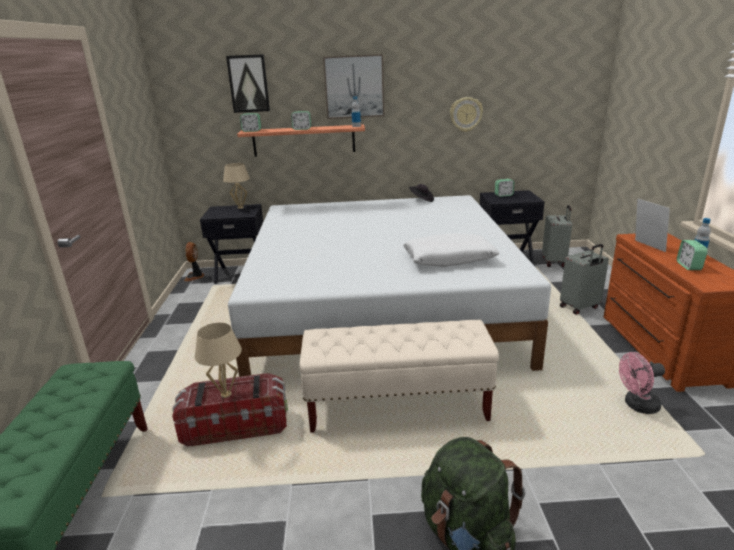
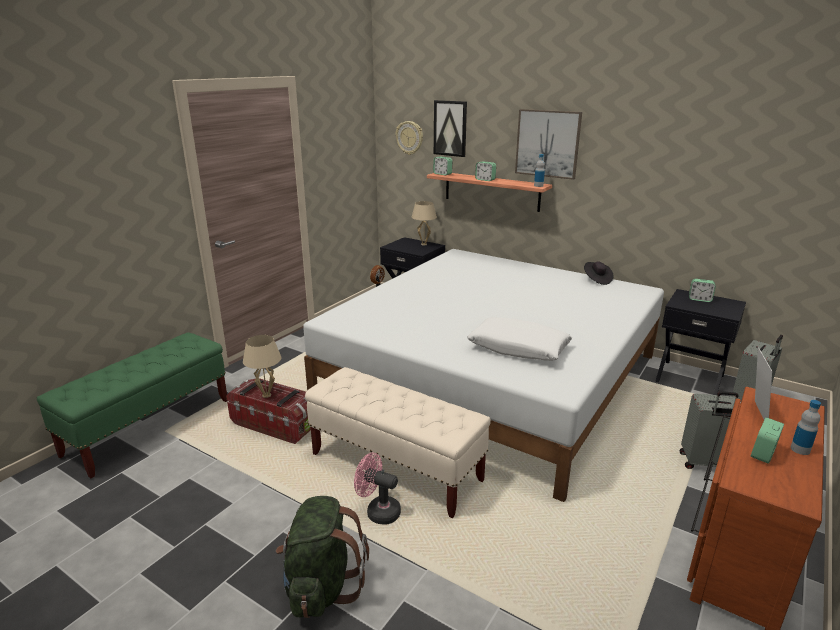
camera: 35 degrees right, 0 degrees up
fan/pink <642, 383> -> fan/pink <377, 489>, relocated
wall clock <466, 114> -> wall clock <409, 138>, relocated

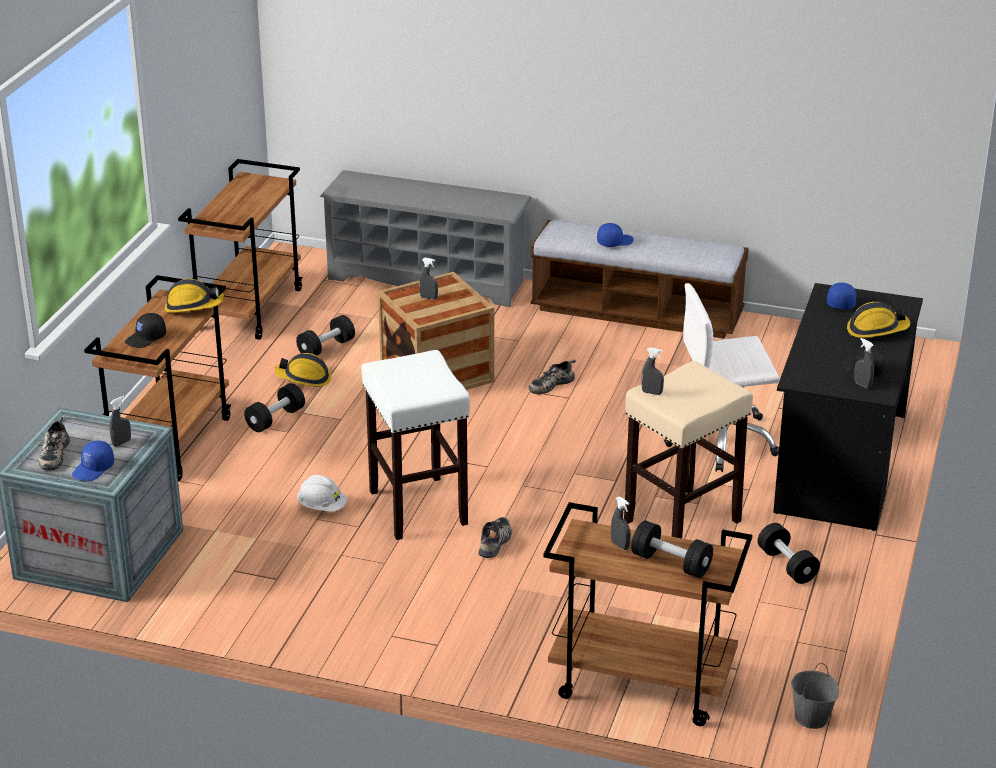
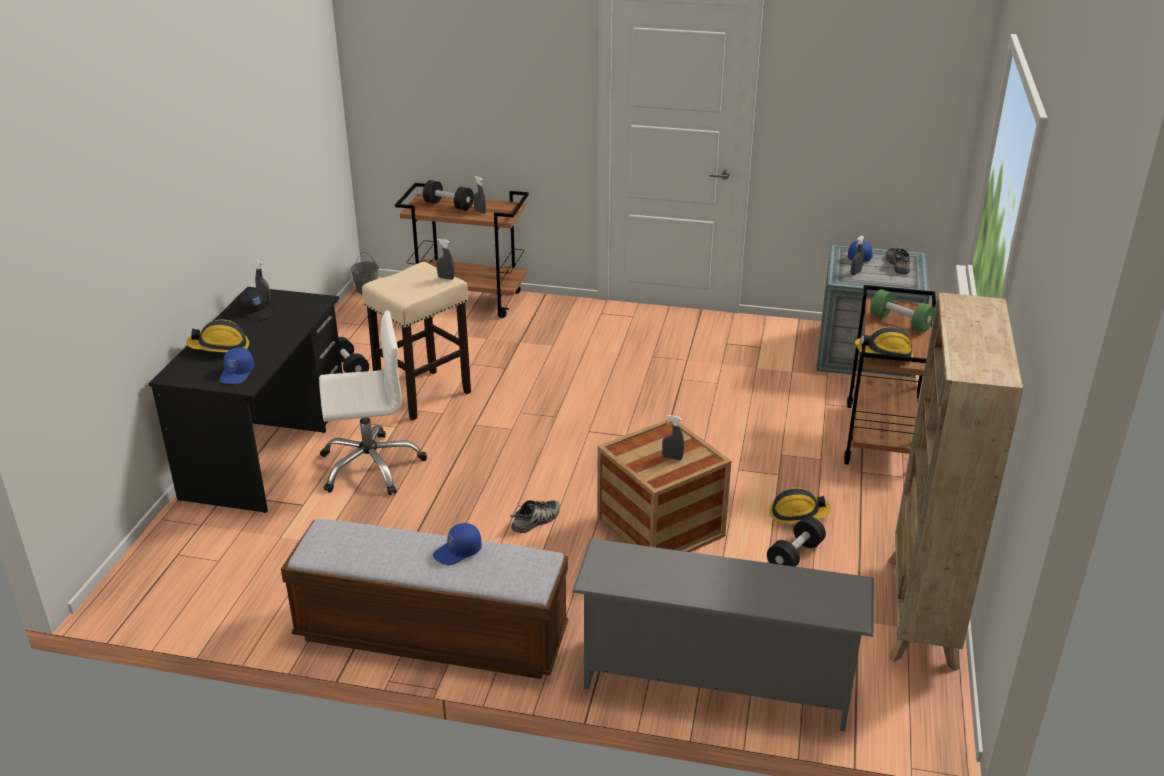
camera: 175 degrees right, 0 degrees up
cap/black <145, 330> -> dumbbell/green <902, 310>
cart/brown <240, 249> -> bookcase/beige <956, 481>
dumbbell/black <274, 407> -> none
hard hat/white <322, 493> -> none
stool/white <415, 445> -> none
shoe <495, 537> -> none

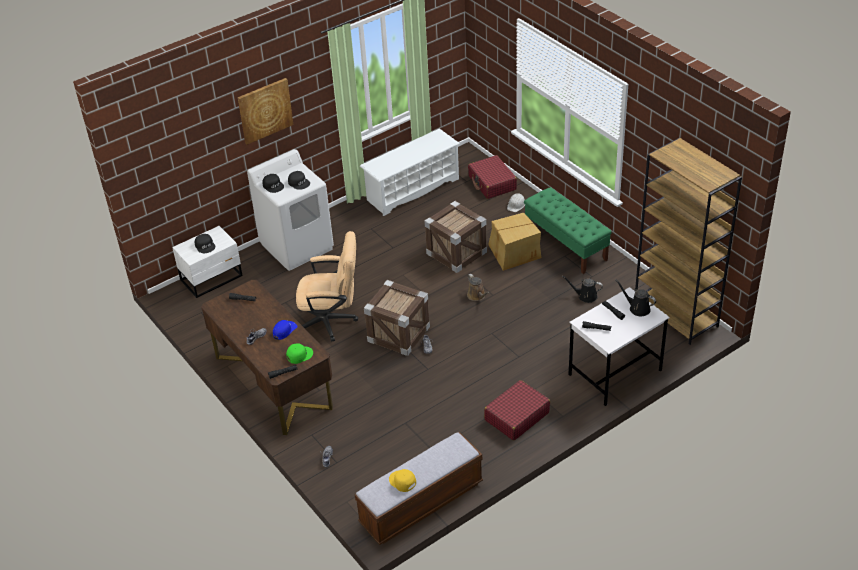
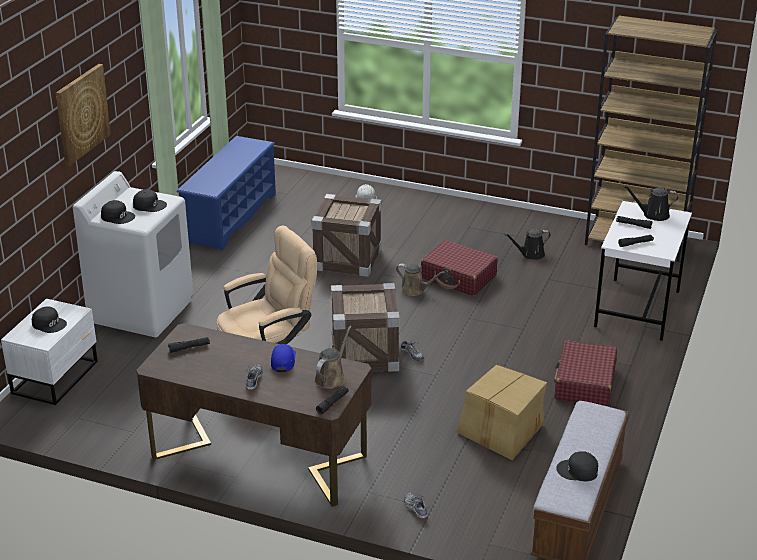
camera: 35 degrees left, 10 degrees down
shoe rack/white <410, 172> -> shoe rack/blue <226, 193>
cap/green <299, 353> -> watering can/brown <333, 357>
suitcase/red <492, 177> -> suitcase/red <459, 268>, relocated
cardboard box <514, 242> -> cardboard box <501, 412>, relocated
cap/yellow <402, 480> -> cap/black <577, 466>
bench/green <568, 230> -> none

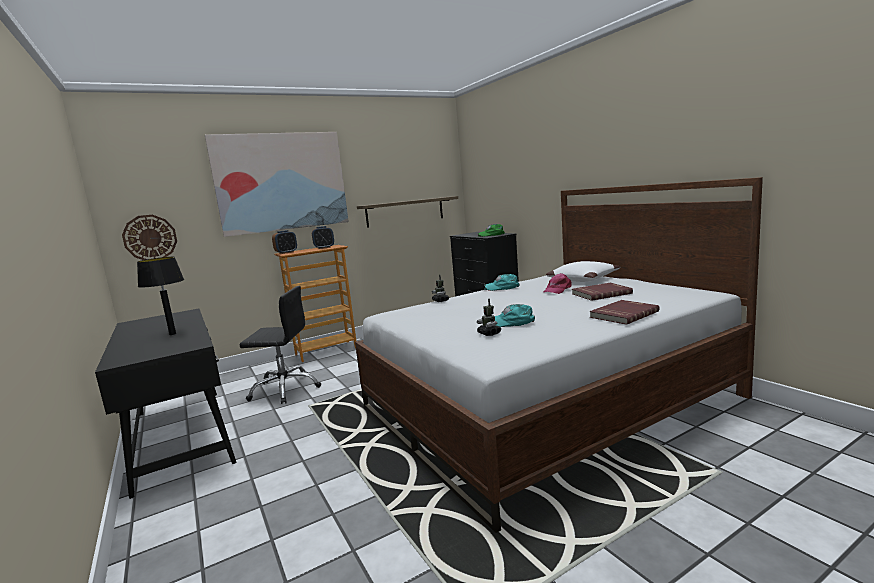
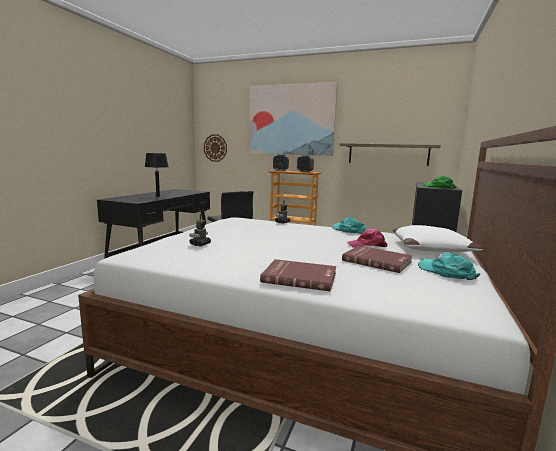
camera: 50 degrees right, 0 degrees up
cap/turquoise <515, 315> -> cap/turquoise <449, 266>, relocated

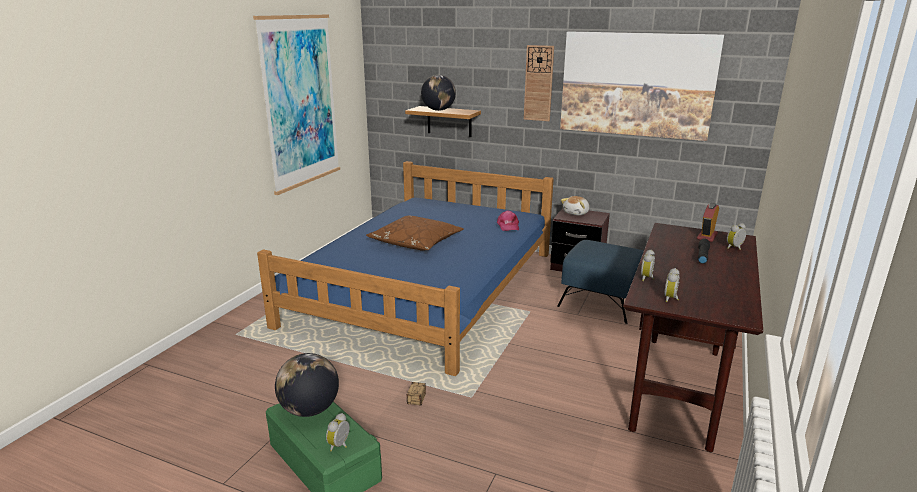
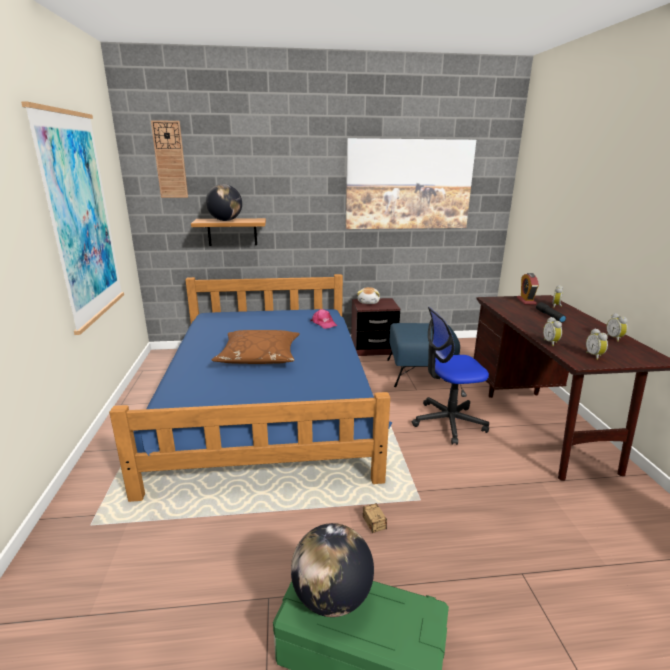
camera: 30 degrees left, 0 degrees up
wall clock <539, 83> -> wall clock <169, 159>, relocated
none -> office chair <450, 376>
alarm clock <337, 432> -> alarm clock <617, 327>, relocated

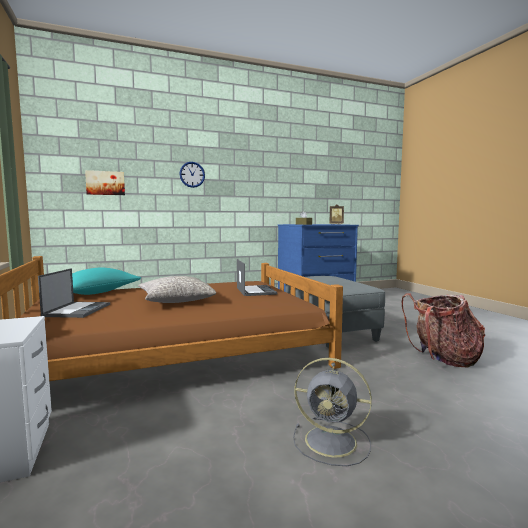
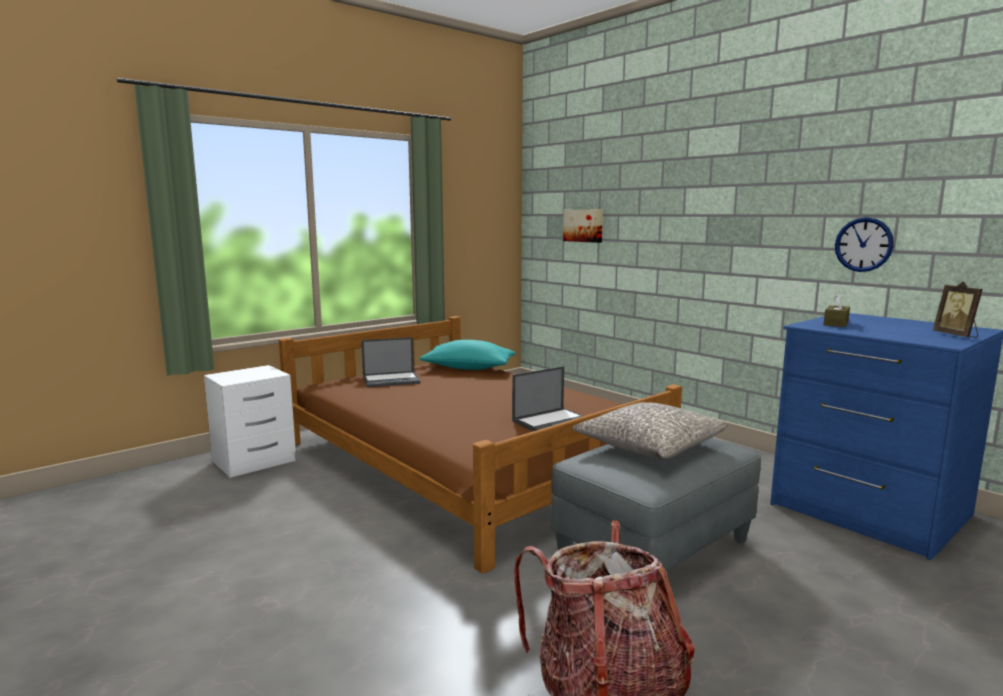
camera: 70 degrees right, 5 degrees up
pillow/grey <177, 289> -> pillow/grey <650, 430>, relocated
wall clock <192, 175> -> wall clock <864, 244>, relocated
fan/grey <332, 412> -> none

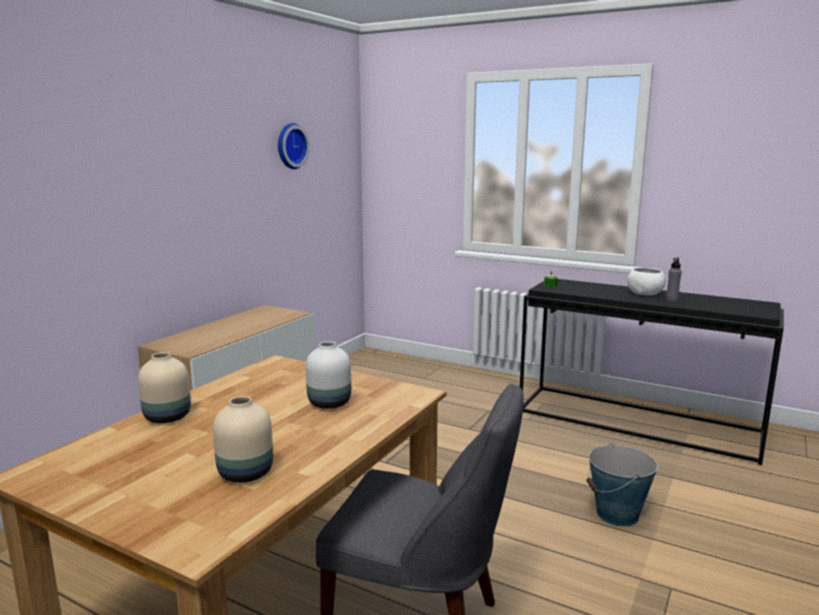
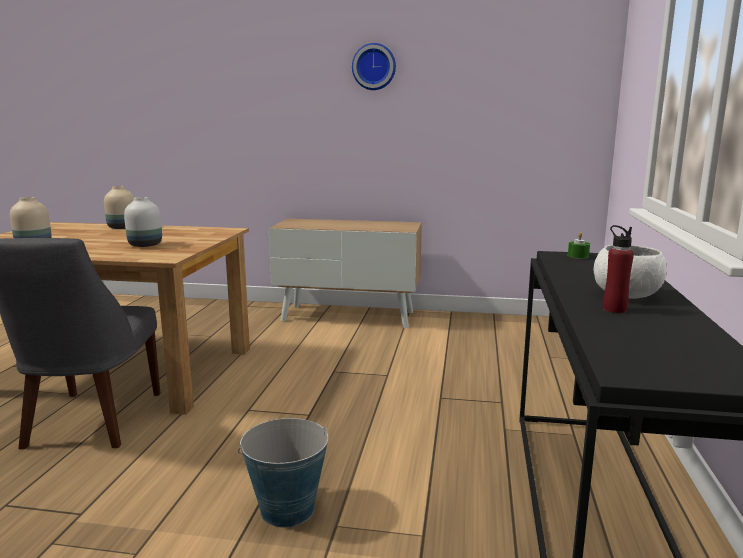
camera: 70 degrees right, 0 degrees up
wall clock <294, 146> -> wall clock <374, 66>, relocated
bottle/grey <674, 279> -> bottle/red <618, 269>

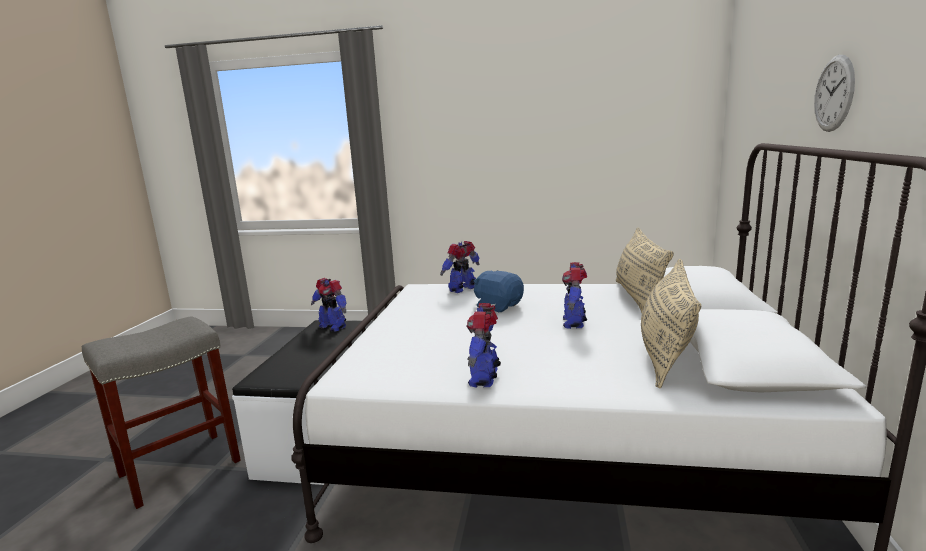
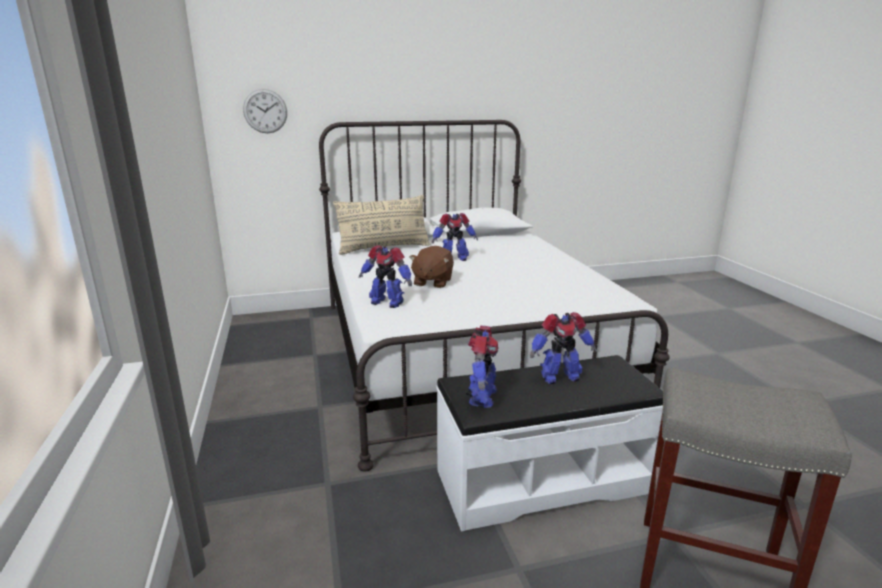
camera: 115 degrees left, 5 degrees up
wall clock <834, 93> -> wall clock <265, 111>, relocated
plush toy/blue <498, 291> -> plush toy/brown <431, 267>
toy robot <484, 345> -> toy robot <563, 348>, relocated
pillow/beige <671, 323> -> none

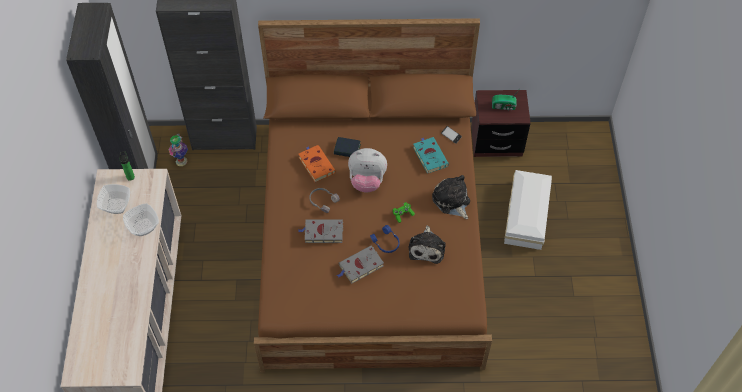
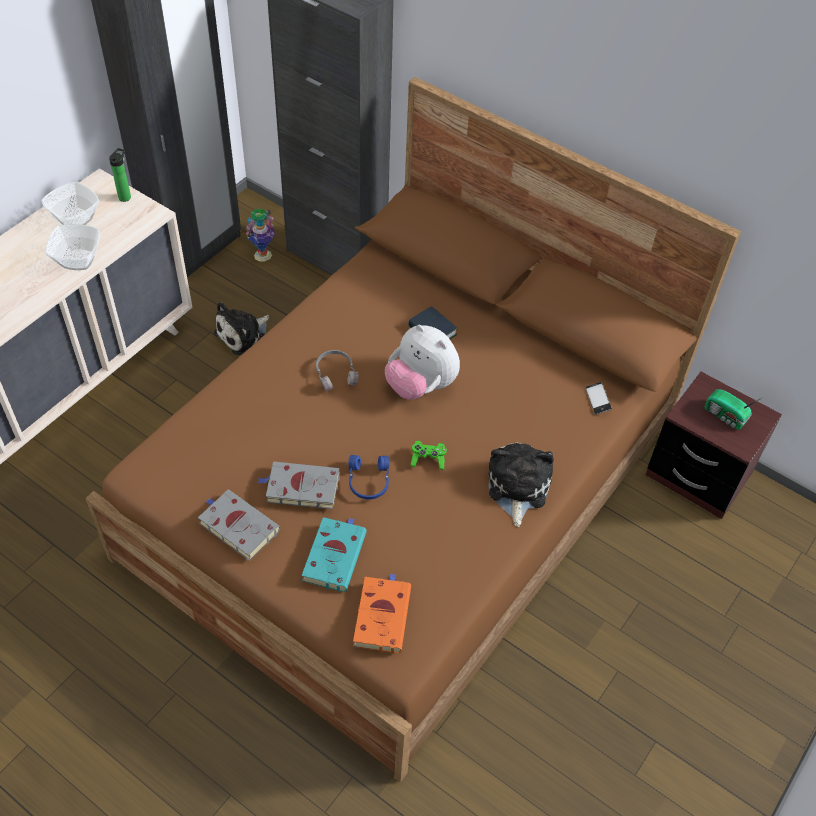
camera: 35 degrees right, 5 degrees down
book/grey <320, 231> -> book/grey <239, 525>, relocated
plush toy <427, 244> -> plush toy <241, 328>, relocated
book/turquoise <431, 155> -> book/turquoise <334, 554>, relocated
book/orange <317, 163> -> book/orange <382, 613>, relocated
storage box/white <528, 210> -> none

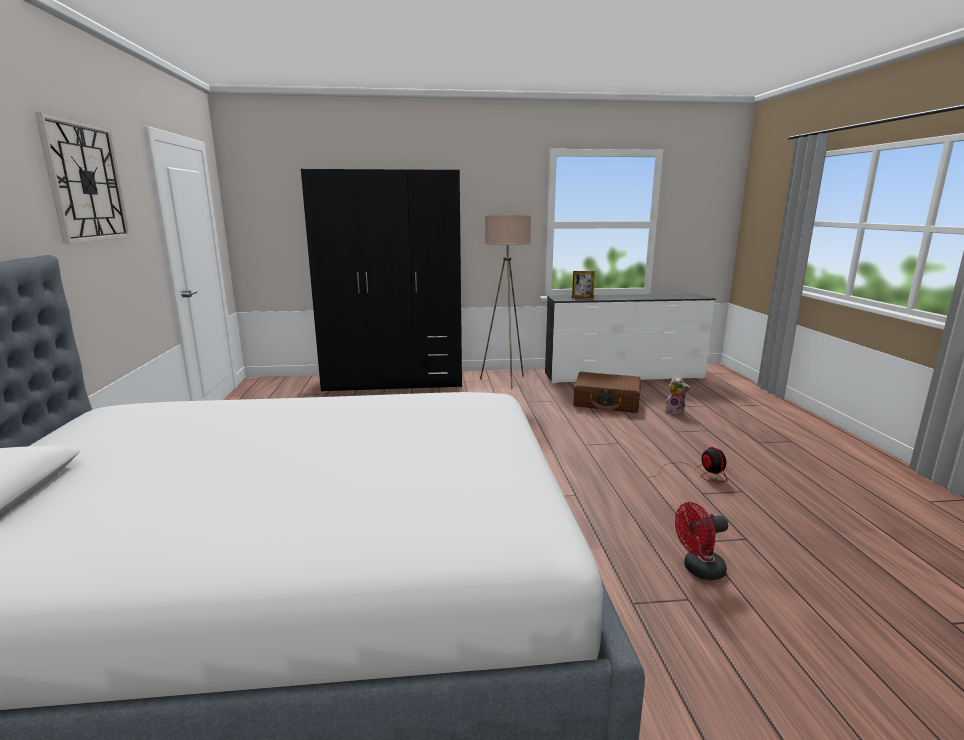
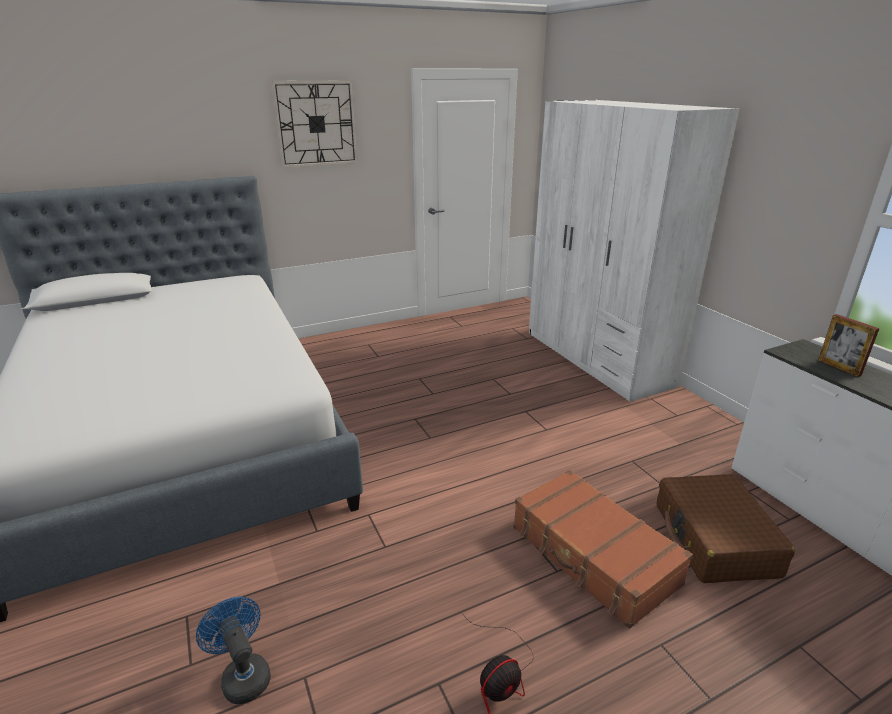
camera: 70 degrees right, 10 degrees up
fan/red <701, 541> -> fan/blue <233, 650>
none -> suitcase/brown <603, 549>
wardrobe/black <381, 280> -> wardrobe/white <634, 251>
floor lamp/beige <505, 302> -> none
plush toy <678, 396> -> none

